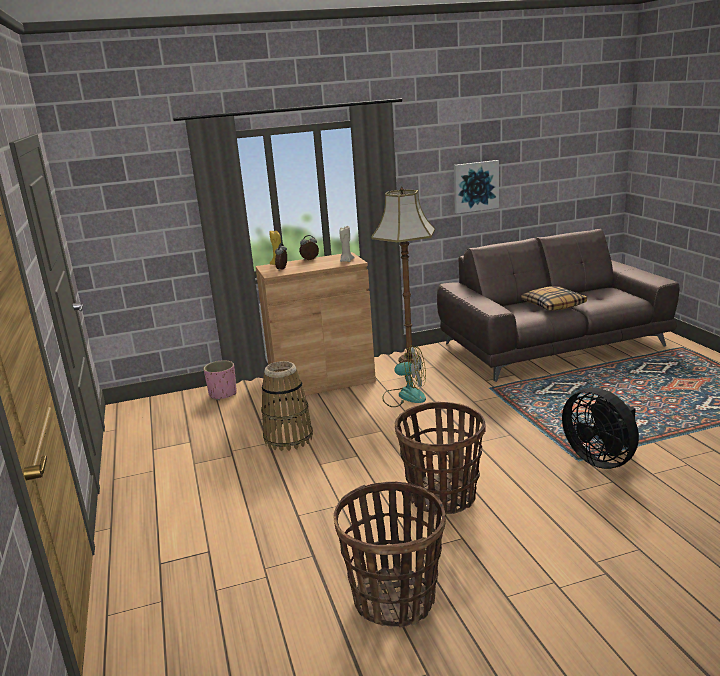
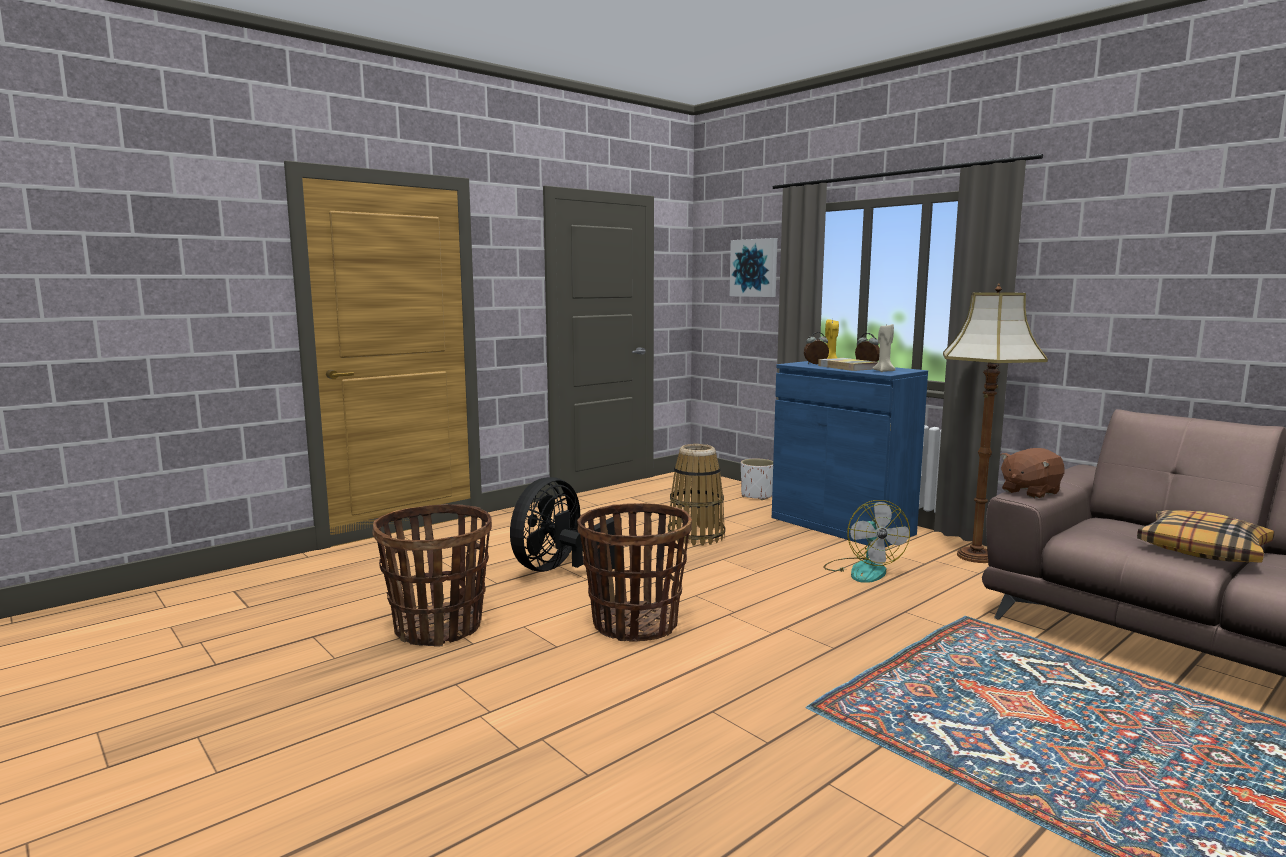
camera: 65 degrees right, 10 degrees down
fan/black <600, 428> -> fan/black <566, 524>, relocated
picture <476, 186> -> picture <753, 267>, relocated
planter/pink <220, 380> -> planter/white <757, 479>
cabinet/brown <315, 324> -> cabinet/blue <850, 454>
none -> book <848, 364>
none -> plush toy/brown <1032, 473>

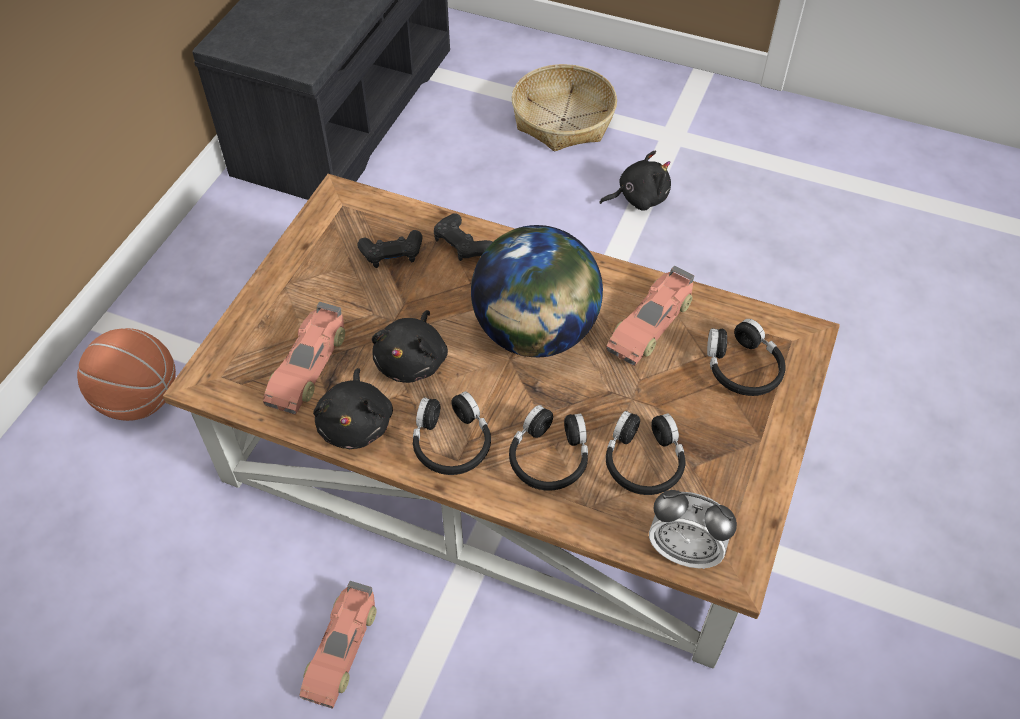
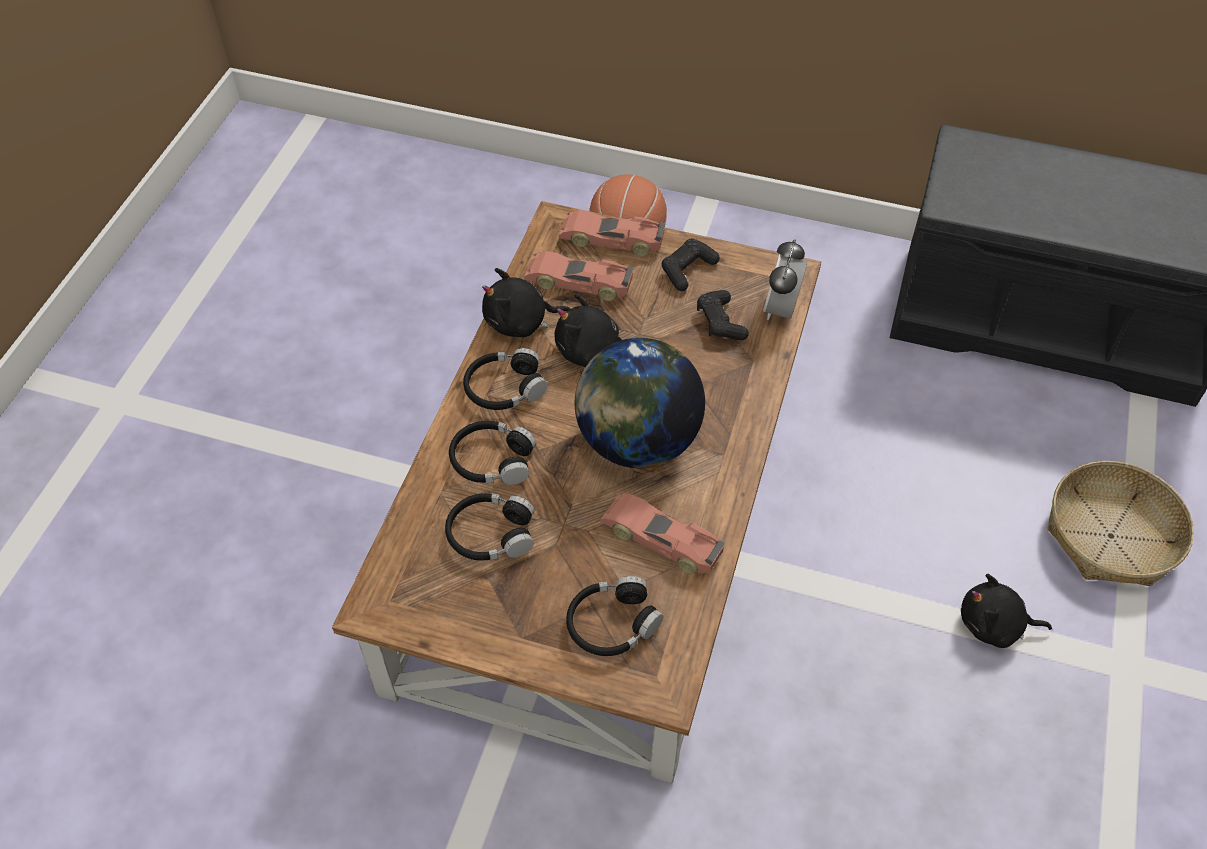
camera: 85 degrees right, 0 degrees up
toy car <338, 644> -> toy car <612, 233>, relocated
game controller/black <463, 237> -> game controller/black <691, 264>, relocated
alarm clock <693, 529> -> alarm clock <785, 279>, relocated
plush toy/black <635, 181> -> plush toy/black <1006, 611>, 120 degrees clockwise

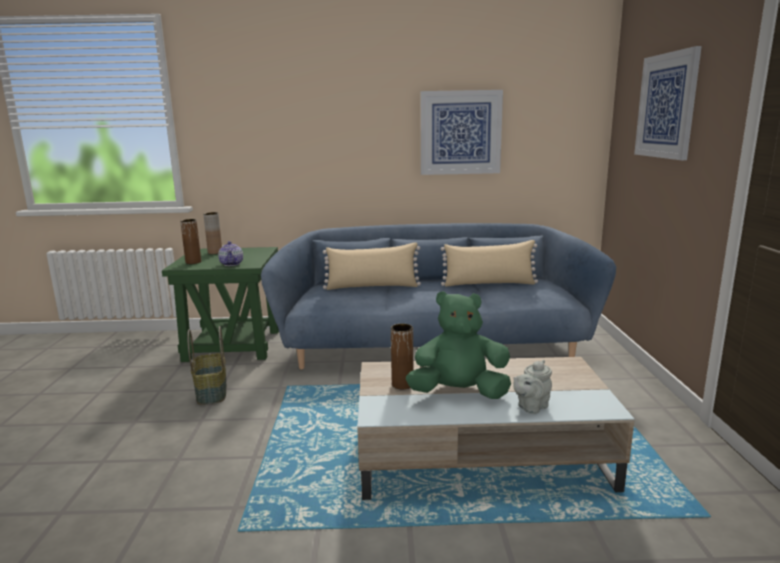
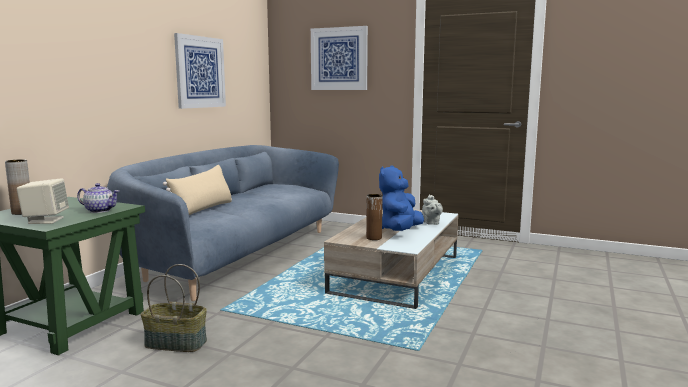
camera: 65 degrees left, 5 degrees down
vase/brown <190, 241> -> speaker/beige <43, 201>
plush toy/green <458, 345> -> plush toy/blue <401, 198>
pillow/beige <489, 263> -> none

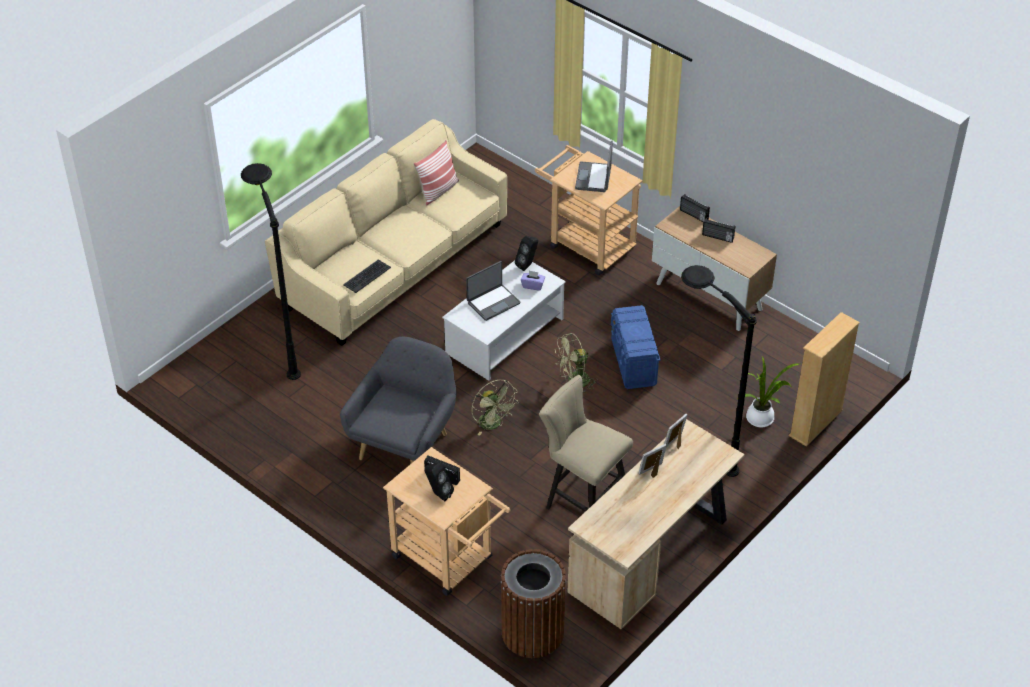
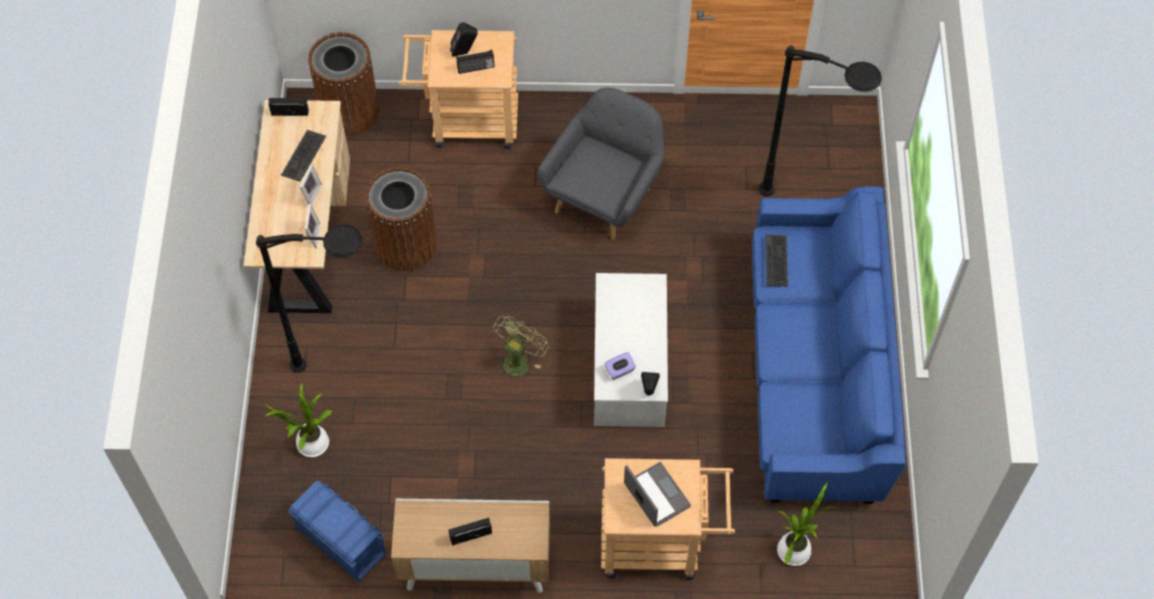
camera: 140 degrees right, 15 degrees up
radio <695, 208> -> radio <289, 107>, relocated
none -> keyboard <303, 155>
storage box/blue <635, 347> -> storage box/blue <337, 530>, relocated
stool/beige <586, 443> -> trash can/brown <401, 219>
armchair/grey <398, 400> -> armchair/grey <601, 164>, 135 degrees counterclockwise
sofa/beige <386, 232> -> sofa/blue <829, 345>
none -> potted plant <809, 524>
pillow <436, 173> -> none
laptop <493, 291> -> none
fan/green <495, 408> -> none
bookcase/beige <824, 379> -> none

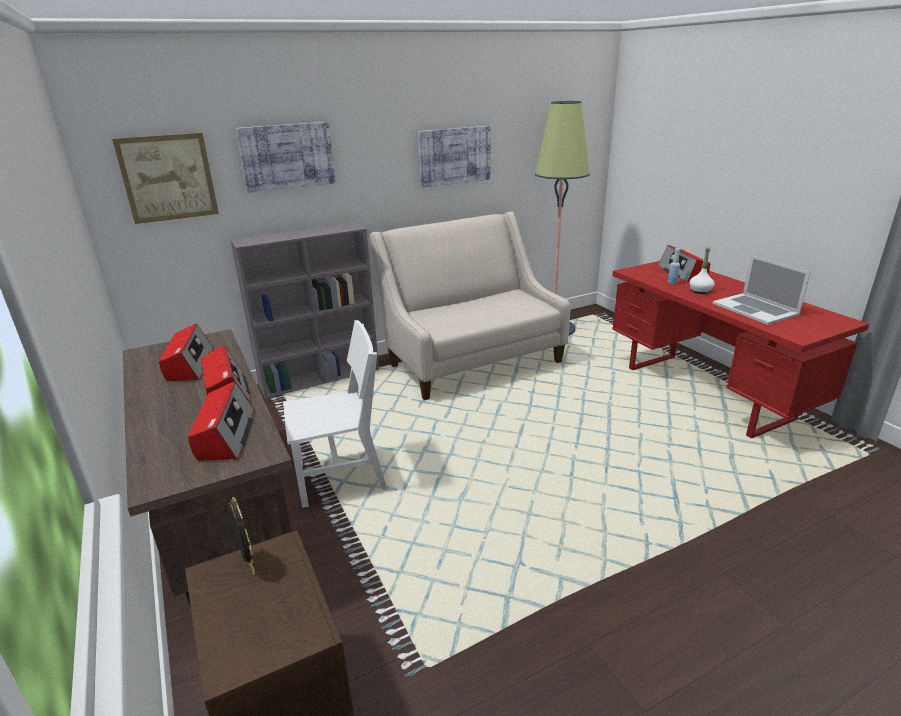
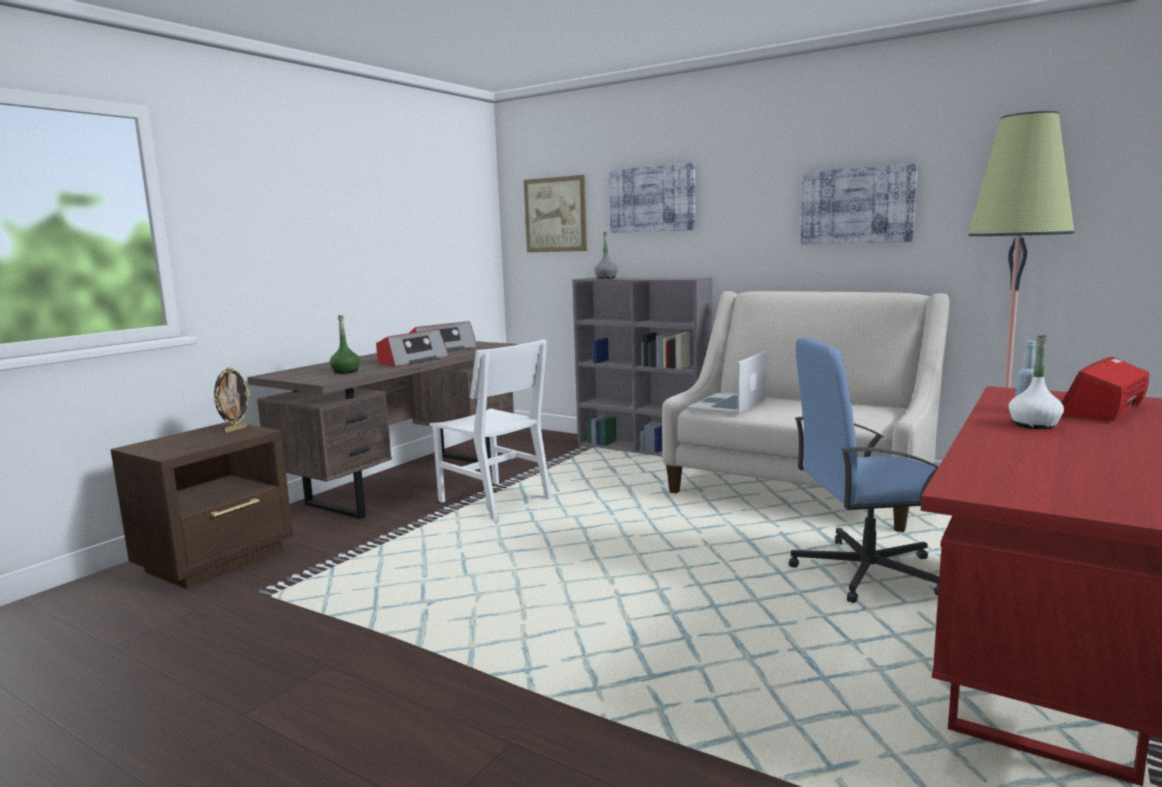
camera: 60 degrees right, 15 degrees down
radio <221, 420> -> bottle/green <344, 344>
none -> bottle/grey <606, 255>
laptop <762, 290> -> laptop <727, 383>, relocated
none -> office chair/blue <863, 470>

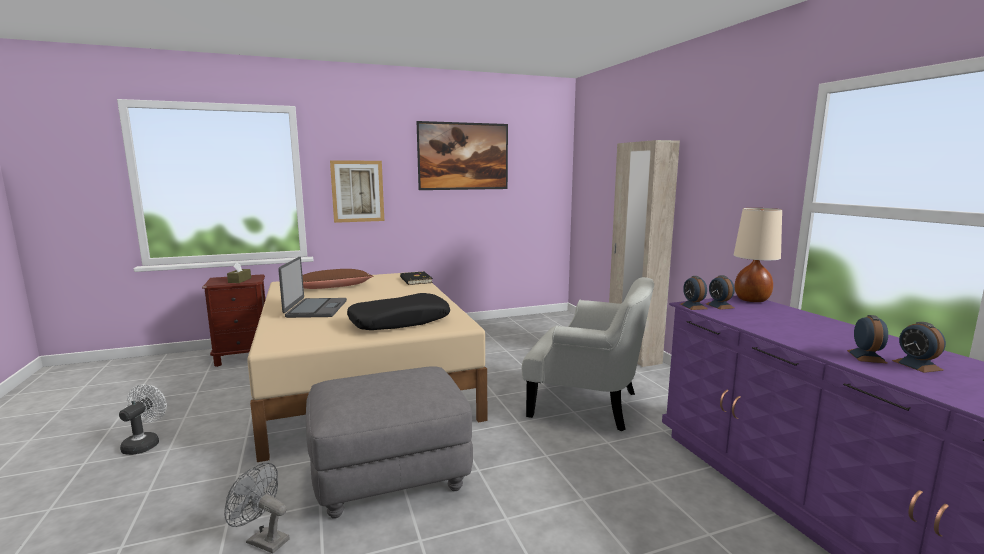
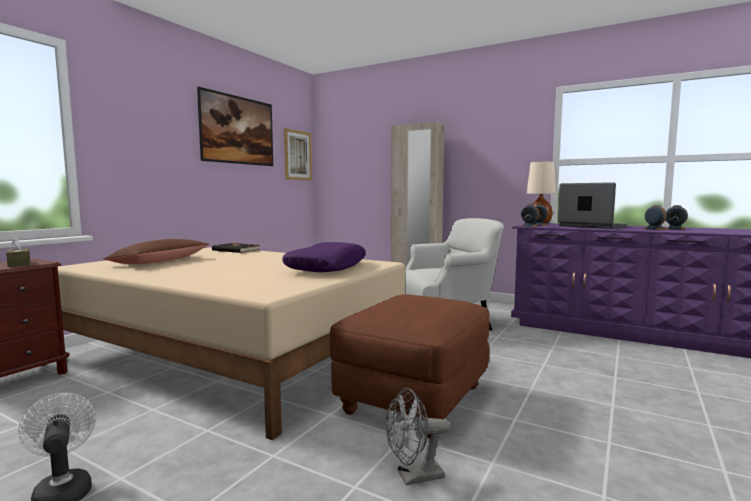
camera: 40 degrees left, 5 degrees down
pillow/black <398, 311> -> pillow/purple <324, 257>
picture <357, 191> -> picture <298, 154>, relocated
ottoman/grey <389, 442> -> ottoman/brown <409, 366>
laptop <312, 287> -> laptop <592, 205>, relocated

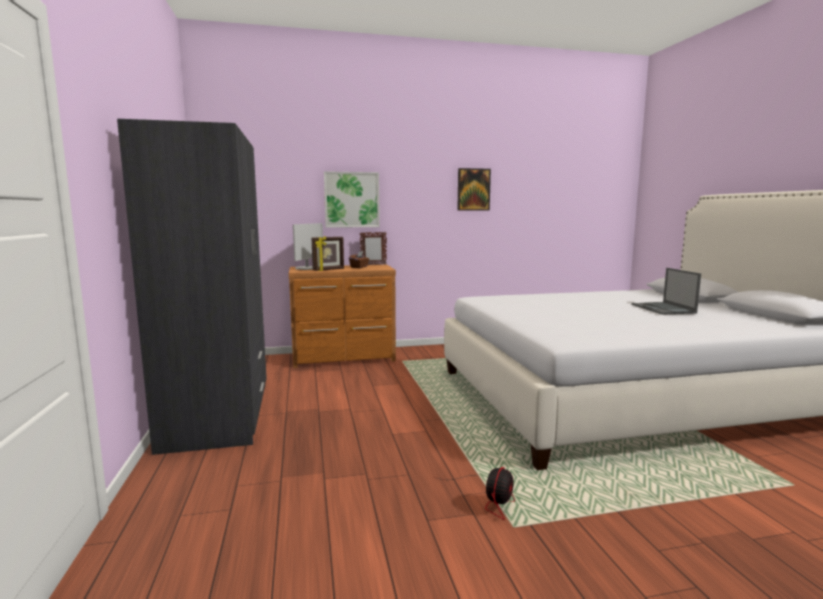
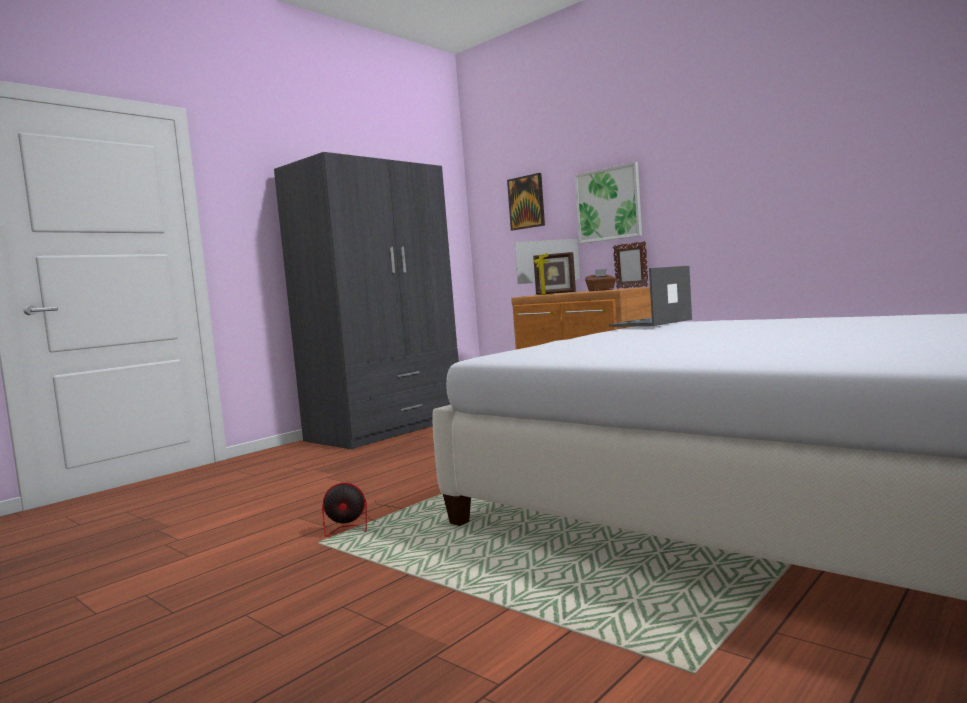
camera: 55 degrees right, 5 degrees down
picture <474, 189> -> picture <526, 201>, relocated
laptop <666, 291> -> laptop <650, 296>, relocated

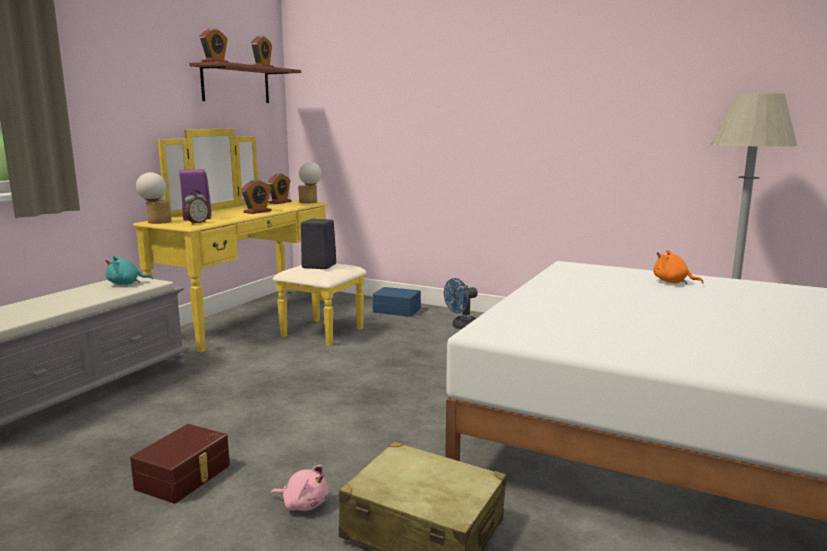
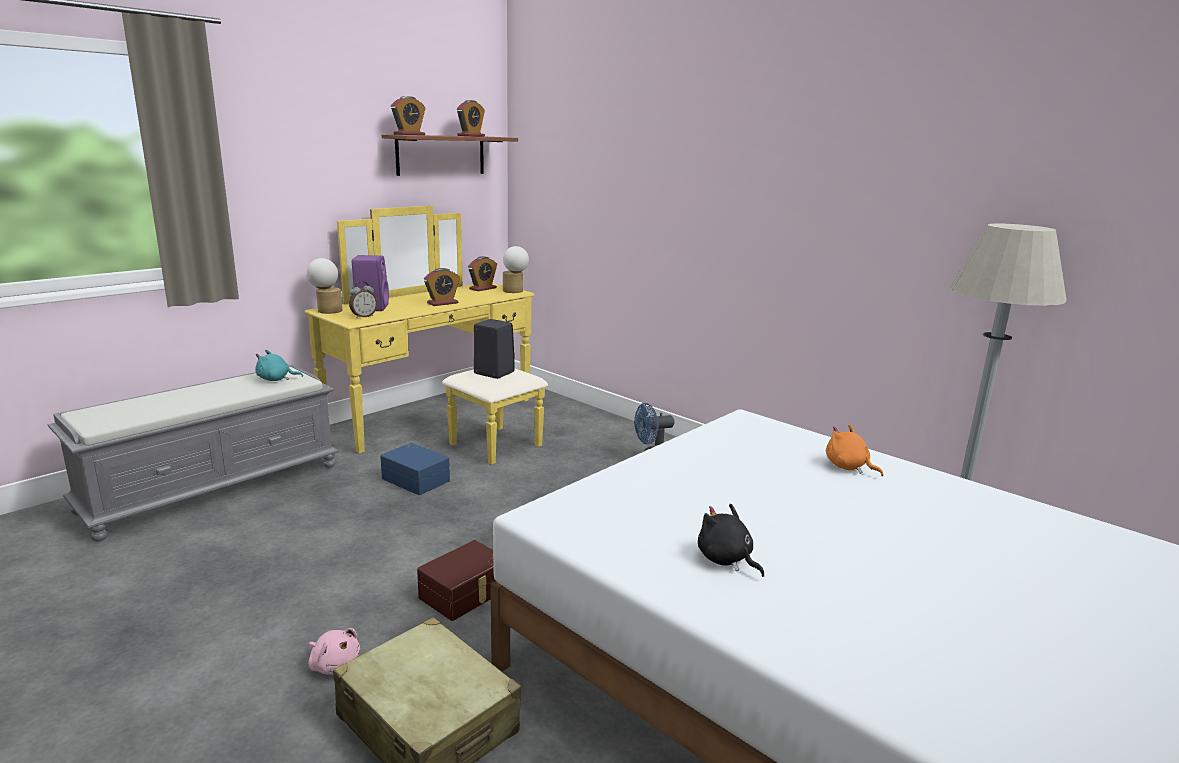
camera: 15 degrees right, 5 degrees up
storage box/blue <396, 302> -> storage box/blue <415, 469>, relocated
storage box/brown <180, 464> -> storage box/brown <456, 580>, relocated
none -> plush toy/black <731, 540>

